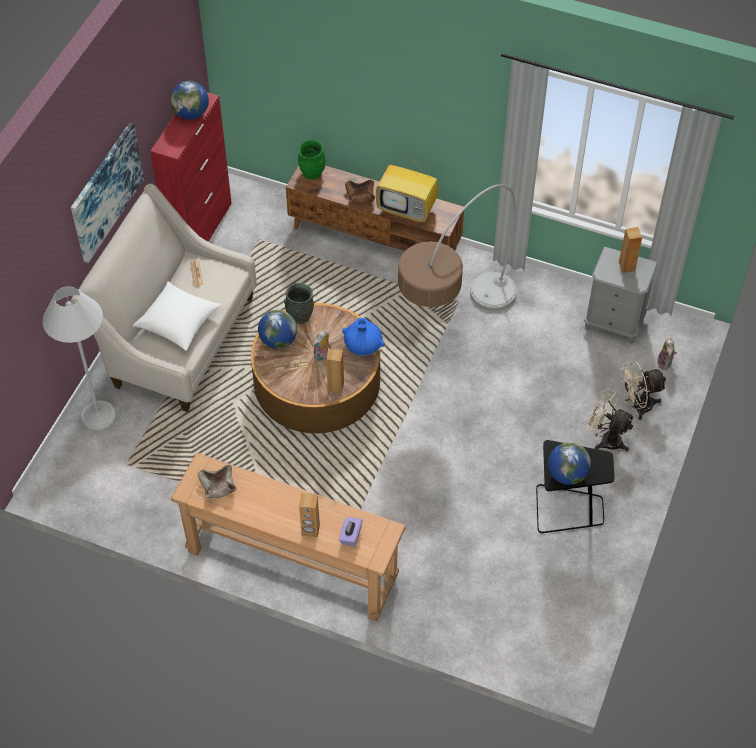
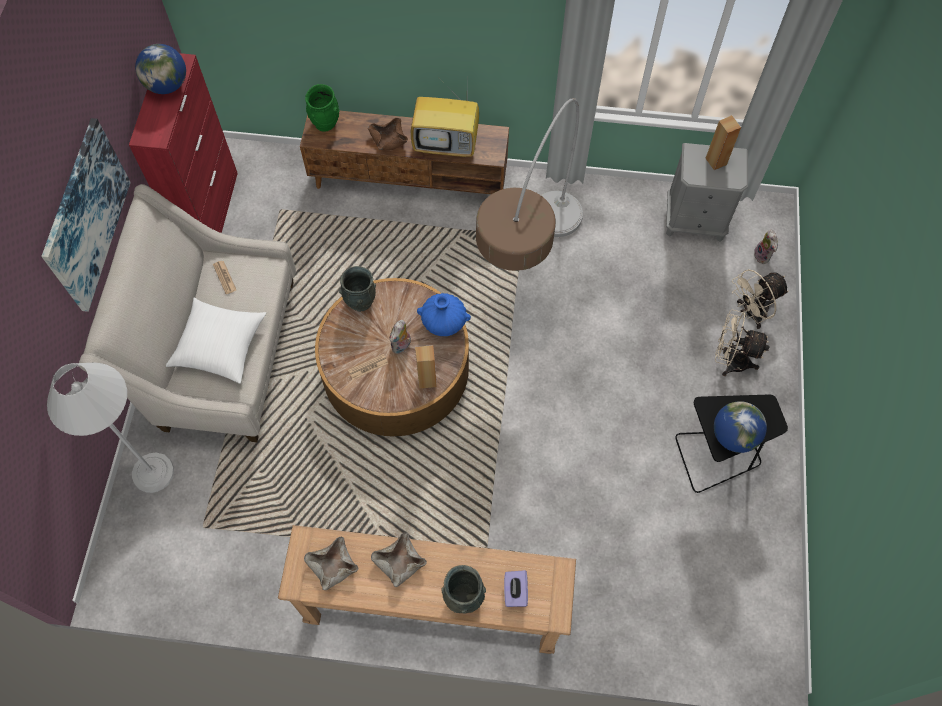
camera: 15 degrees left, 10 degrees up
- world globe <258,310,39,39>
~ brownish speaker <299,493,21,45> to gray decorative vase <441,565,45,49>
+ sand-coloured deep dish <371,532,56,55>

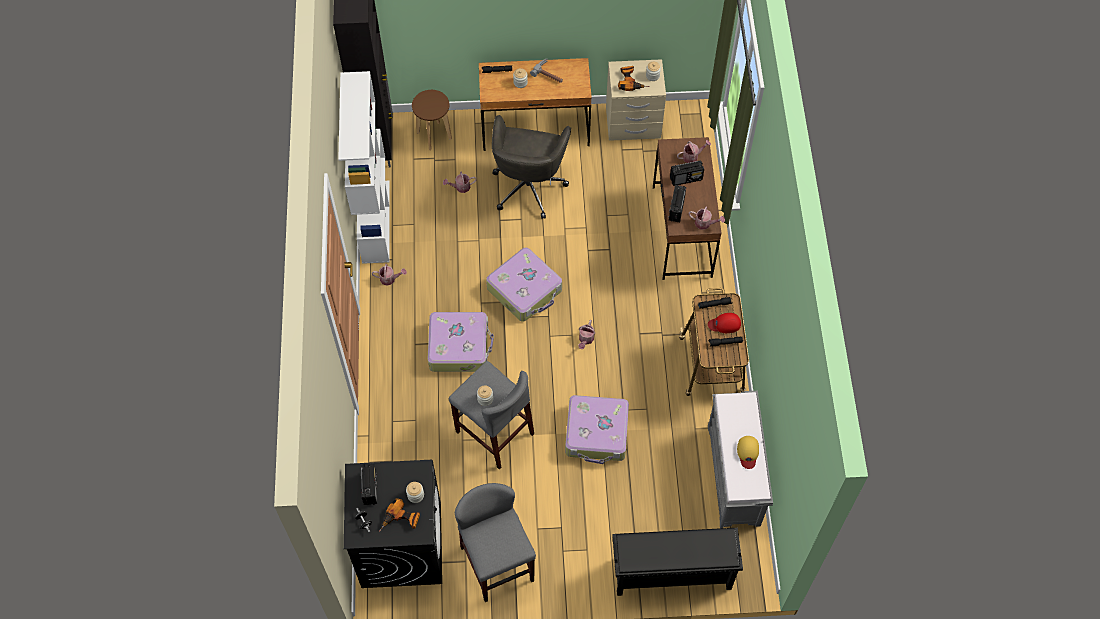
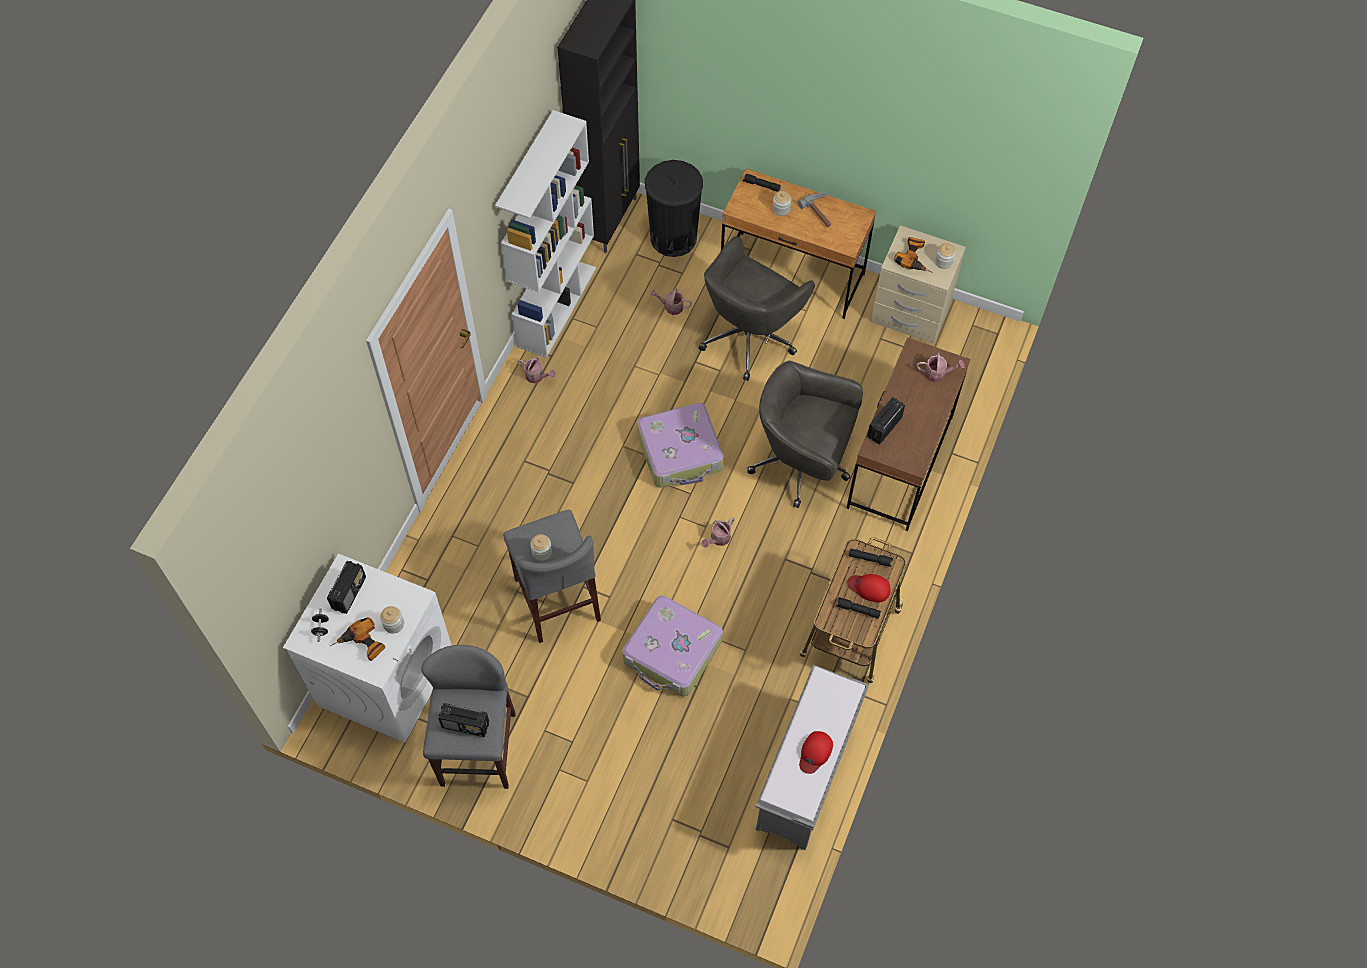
camera: 25 degrees right, 0 degrees up
~ black laundry machine <344,460,98,128> to whitish laundry machine <283,554,169,189>
~ brownish stool seat <412,90,40,60> to black rubbish bin <645,160,58,97>
- travel case <428,312,66,60>
- black shoe shelf <612,528,131,68>
~ radio set <670,161,34,25> to <438,703,51,34>
- watering pot <689,207,36,22>
~ yellow baseball cap <737,436,22,33> to reddish baseball cap <799,731,34,43>
+ gray computer chair <747,361,116,147>

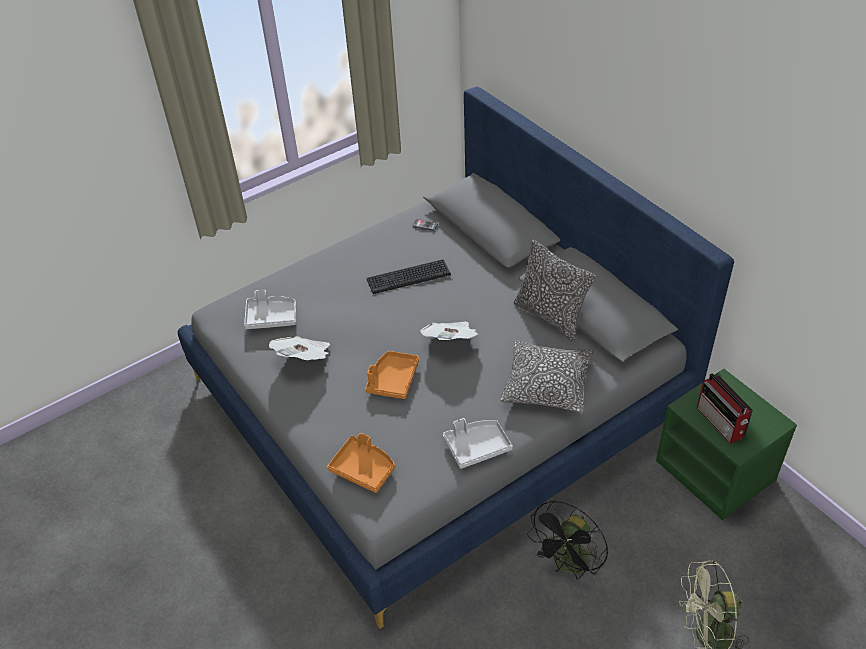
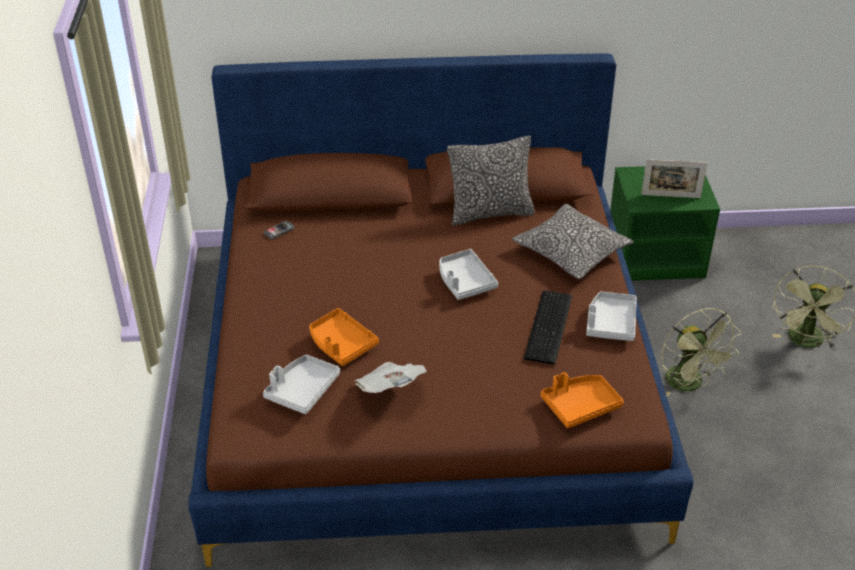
camera: 60 degrees left, 5 degrees down
~ gray bedroom bed <178,87,556,542> to brownish bedroom bed <188,54,506,513>
~ orange-coloured tray <365,351,54,48> to <309,308,70,58>
~ PC keyboard <367,259,84,35> to <524,291,48,74>
~ newspaper <420,321,59,19> to gray tray <439,249,59,51>
~ black fan <527,501,81,78> to green fan <661,308,80,88>
~ radio set <697,373,56,71> to picture frame <641,159,66,39>

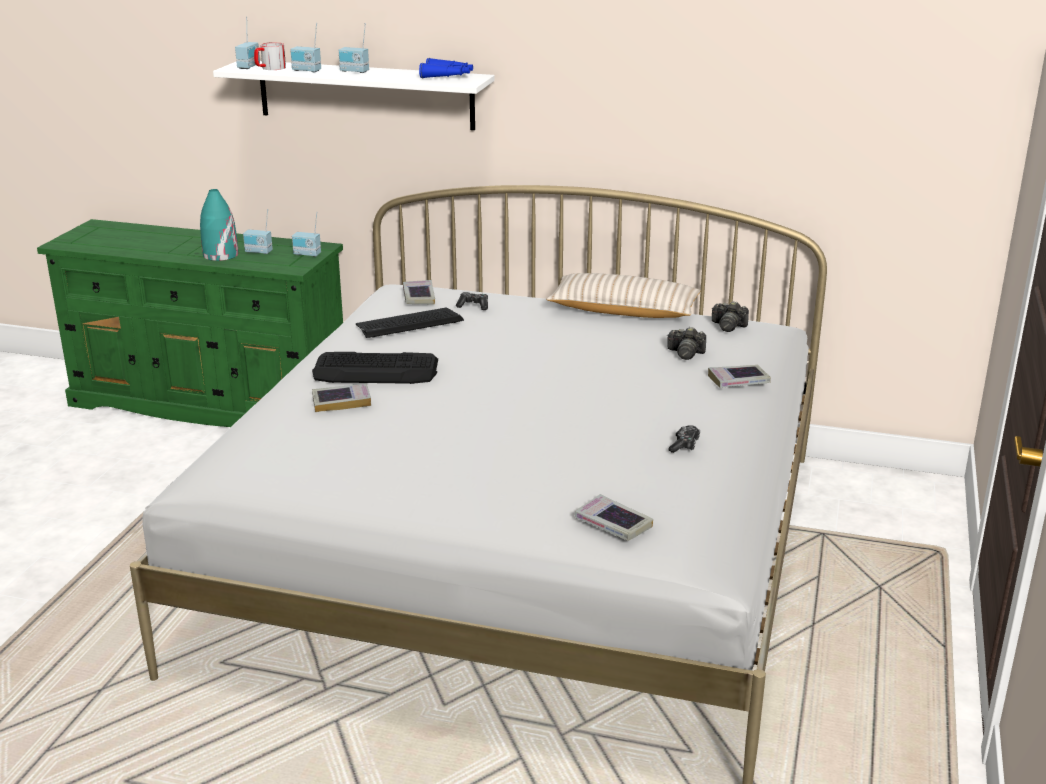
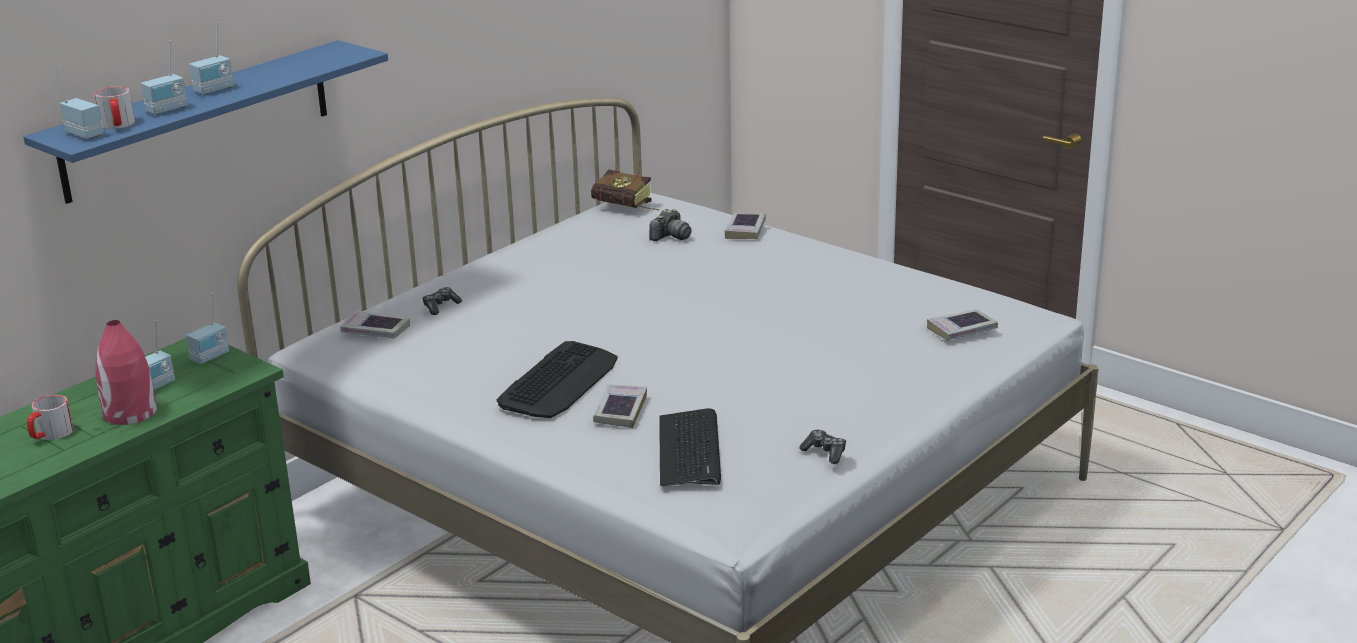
camera: 65 degrees left, 0 degrees up
~ turquoise-coloured decorative vase <200,189,39,72> to reddish decorative vase <96,320,61,105>
~ whitish bracket shelf <213,61,282,69> to blue-coloured bracket shelf <23,40,365,164>
~ PC keyboard <356,307,108,31> to <659,408,62,78>
- blue-coloured field glasses <419,58,54,20>
- sand-coloured pillow <546,273,155,45>
~ joypad <668,425,32,28> to <799,430,47,34>
~ photo camera <711,301,38,31> to book <591,168,69,43>
+ mug <27,395,46,45>

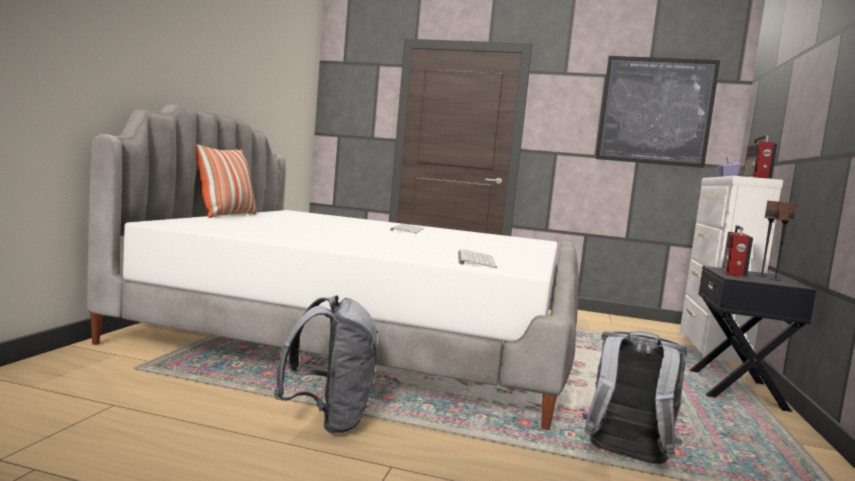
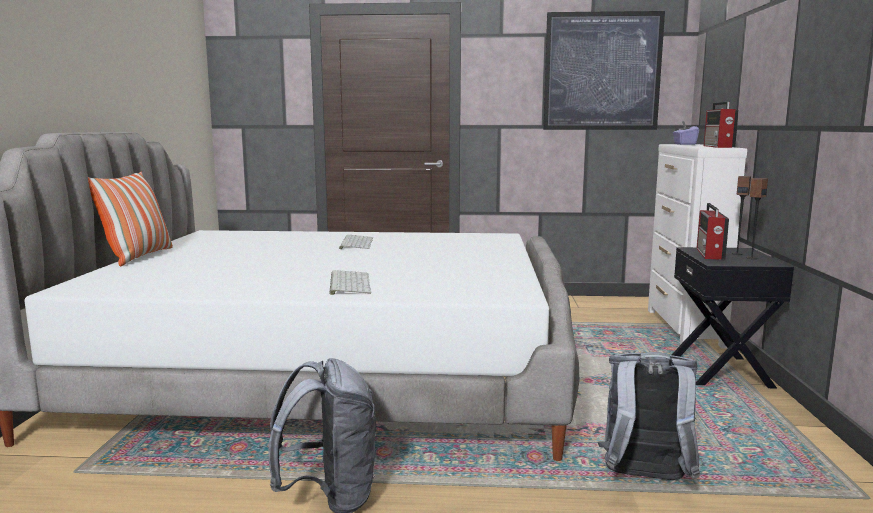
camera: 10 degrees left, 5 degrees up
~ PC keyboard <458,249,39,19> to <329,270,42,25>

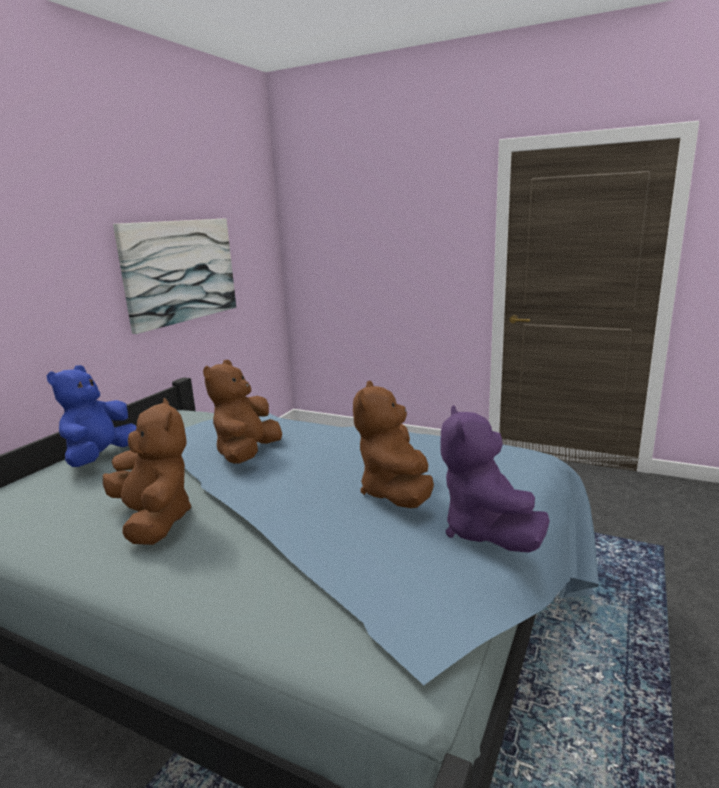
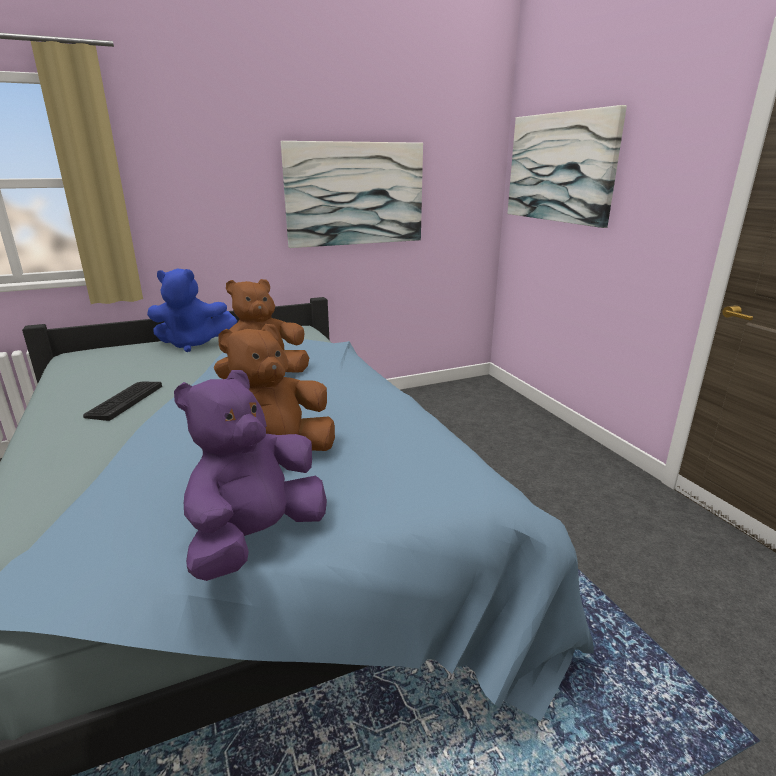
camera: 40 degrees right, 5 degrees up
~ blue-coloured soft toy <47,365,90,102> = <147,269,90,83> 150 degrees counterclockwise
~ brownish soft toy <103,398,88,147> to PC keyboard <83,382,79,39>
+ picture <507,105,120,123>

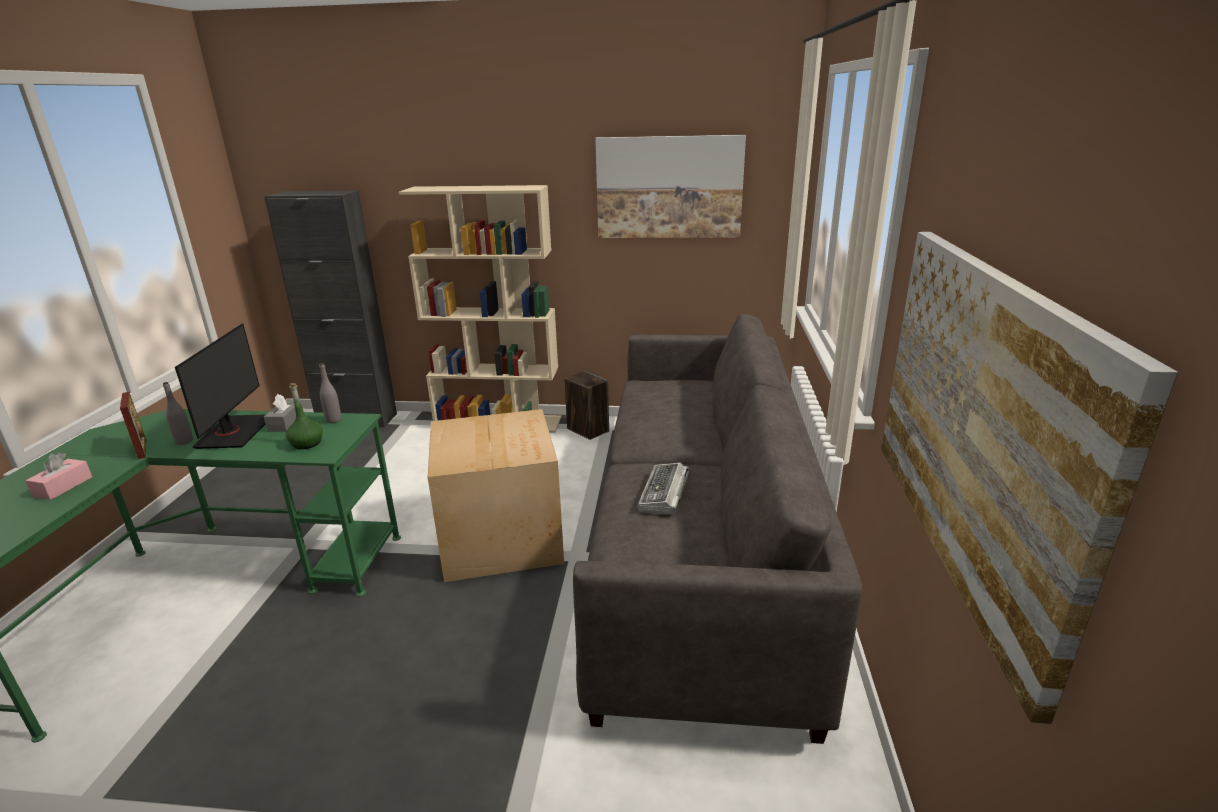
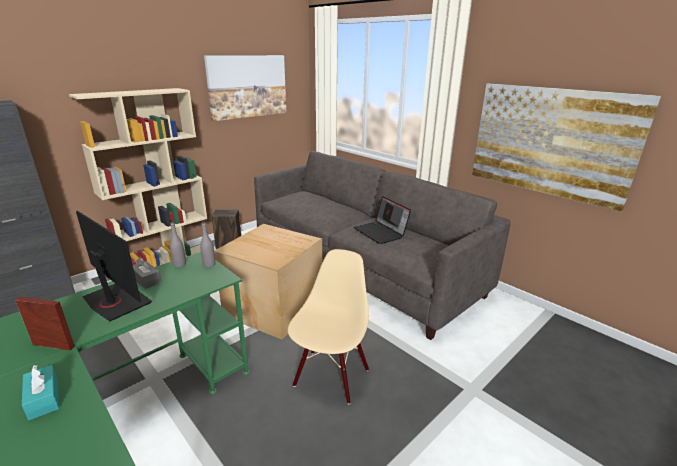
camera: 50 degrees left, 0 degrees up
~ pinkish tissue box <25,453,67,47> to turquoise-coloured tissue box <22,364,37,56>
~ gray beverage bottle <163,382,30,63> to <200,222,15,46>
- green beverage bottle <286,383,37,66>
~ PC keyboard <637,462,52,53> to notebook computer <354,196,57,48>
+ sand-coloured upright chair <288,249,81,155>

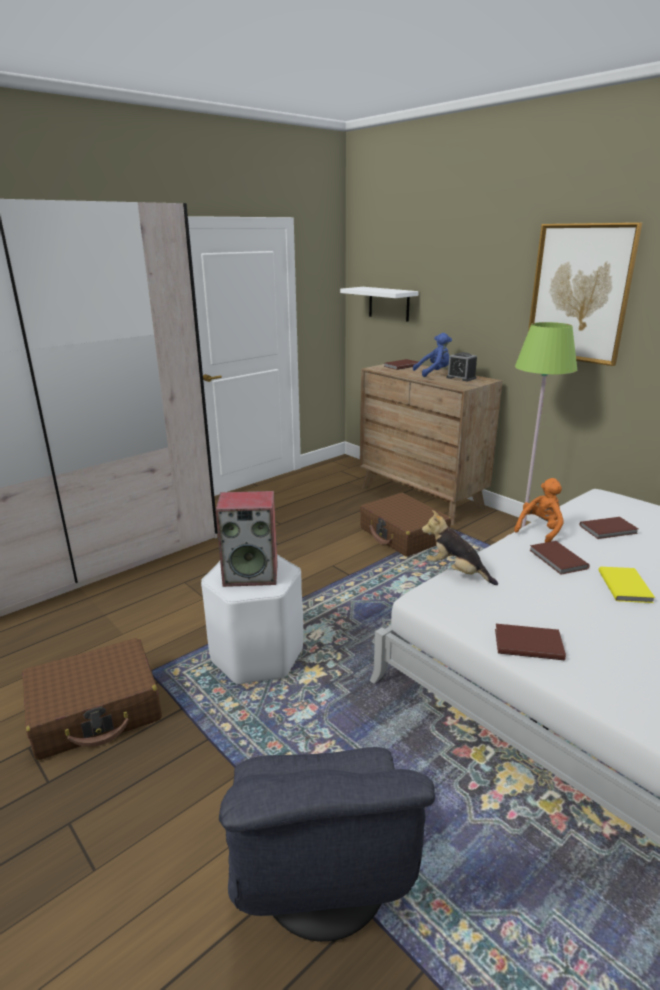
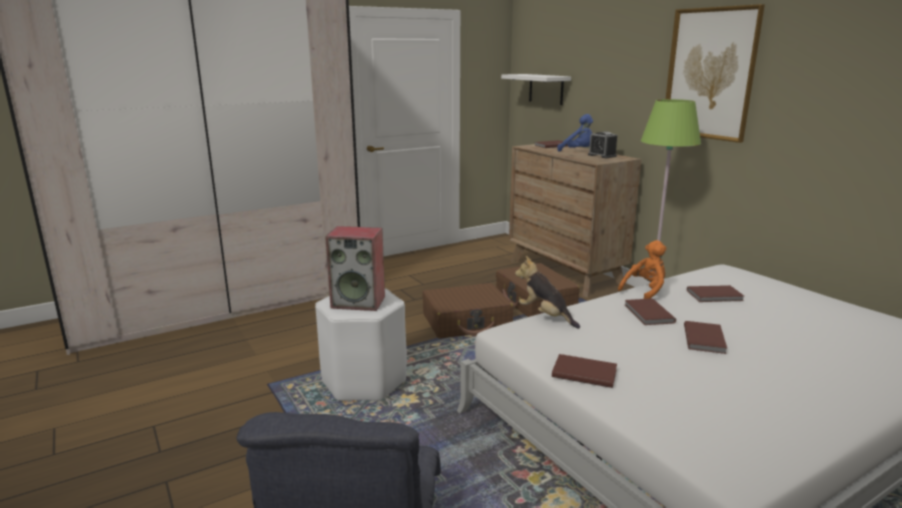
camera: 10 degrees right, 5 degrees down
~ brownish travel case <22,638,140,122> to <422,283,91,56>
~ blue-coloured soft toy <413,333,39,44> = <557,114,36,38> 45 degrees clockwise
~ yellow book <599,567,56,36> to brownish book <684,321,43,33>

